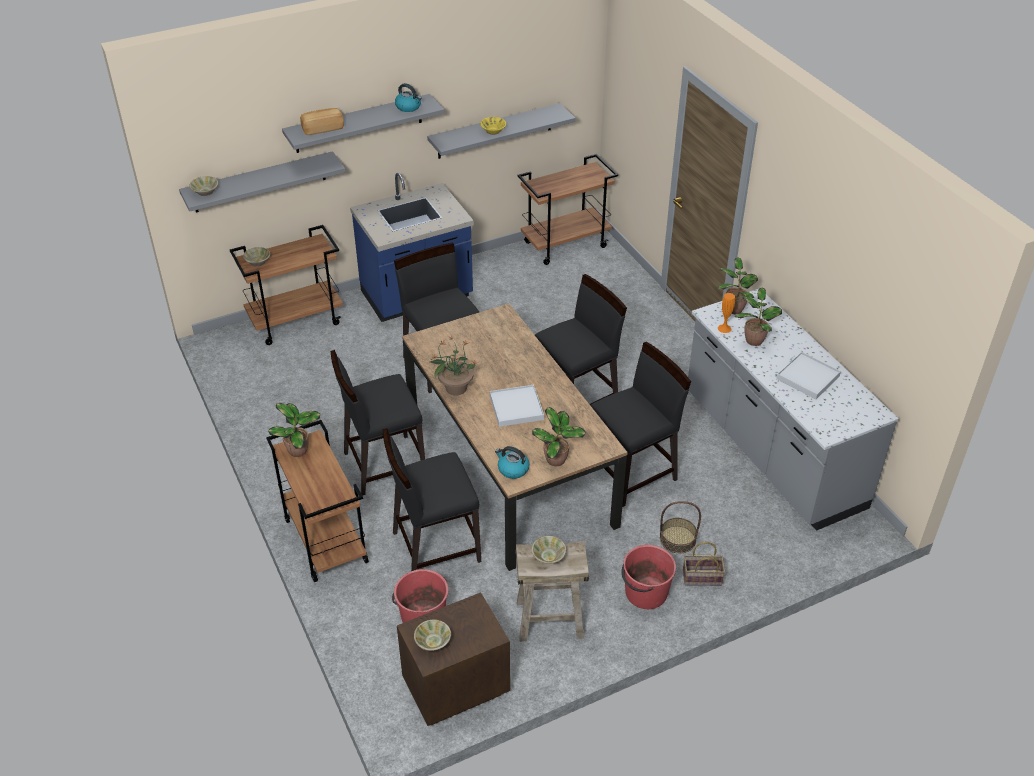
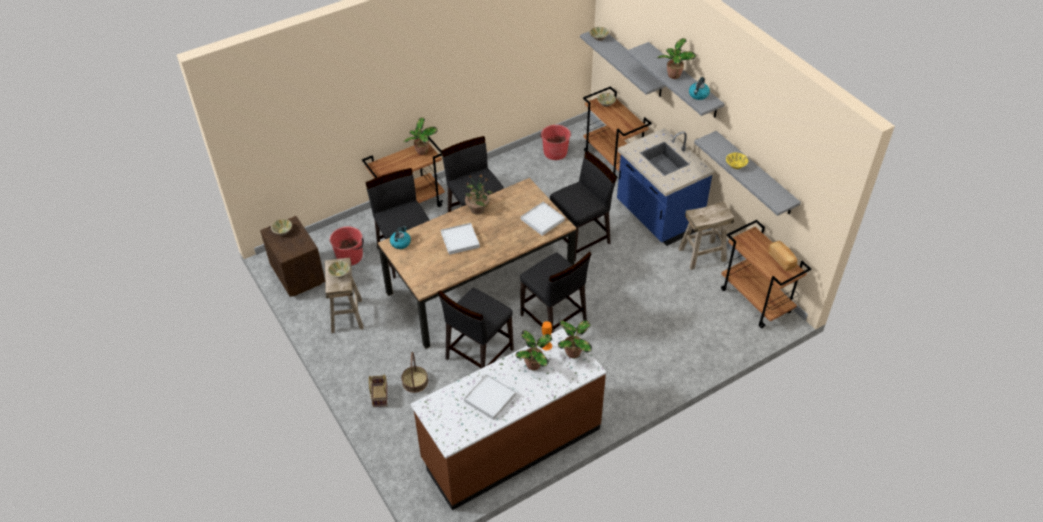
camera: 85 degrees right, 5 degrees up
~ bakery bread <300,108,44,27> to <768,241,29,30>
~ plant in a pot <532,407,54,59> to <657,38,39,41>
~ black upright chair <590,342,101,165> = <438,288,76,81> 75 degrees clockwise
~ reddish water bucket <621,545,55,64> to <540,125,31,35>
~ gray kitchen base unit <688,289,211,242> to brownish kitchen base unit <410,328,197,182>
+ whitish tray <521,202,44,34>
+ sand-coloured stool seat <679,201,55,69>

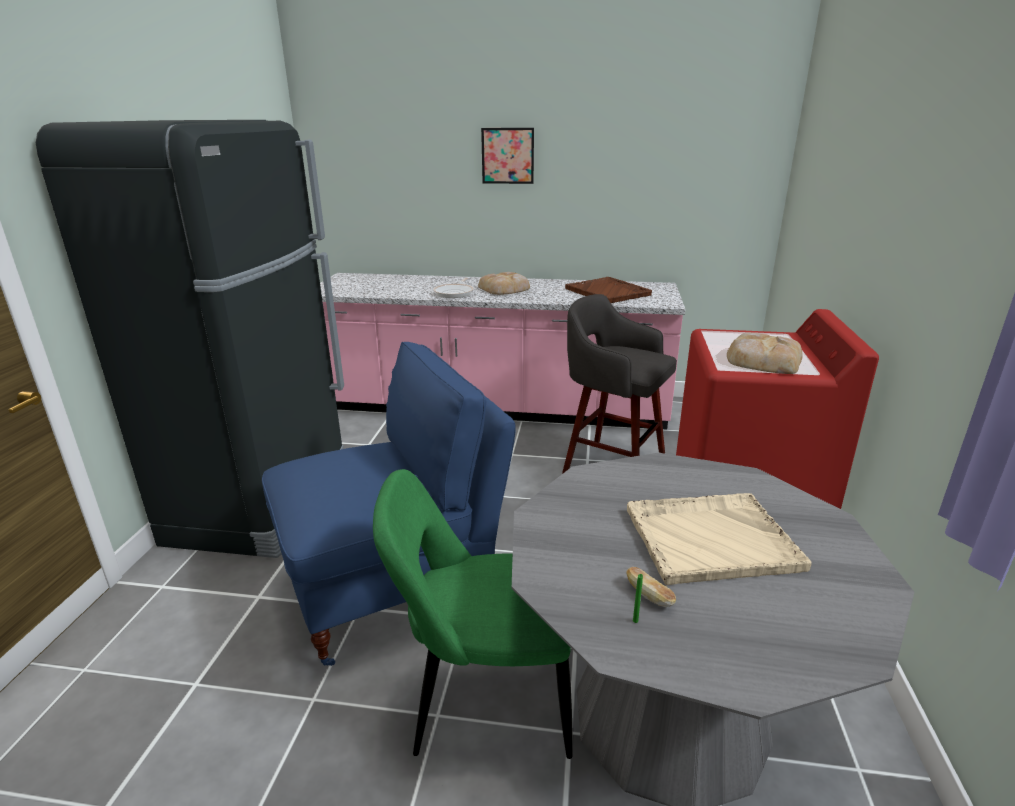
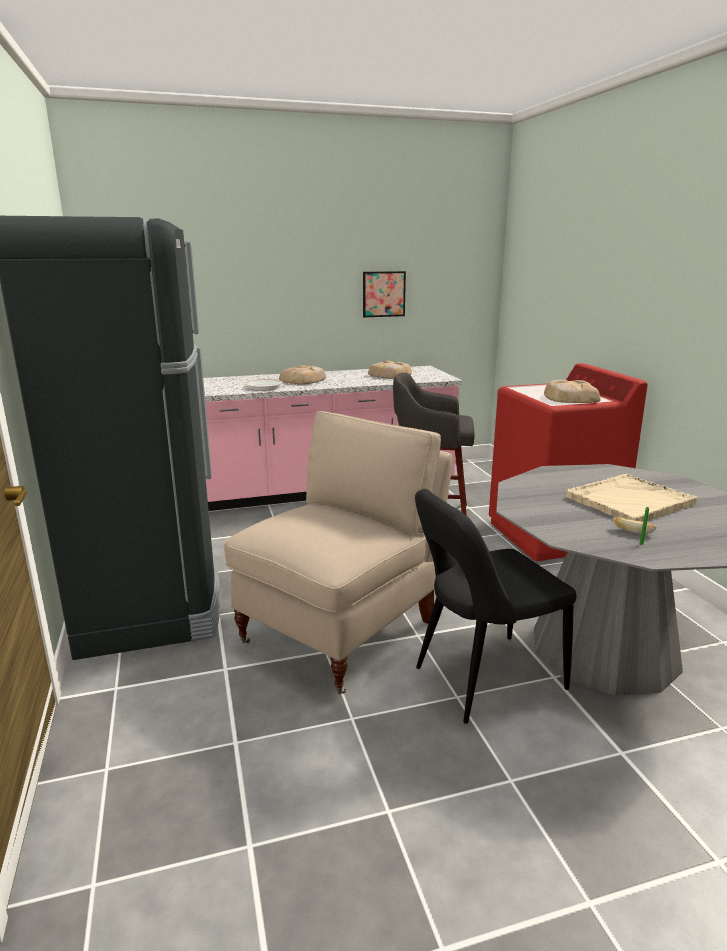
camera: 25 degrees left, 5 degrees down
~ blue-coloured upright chair <262,342,254,324> to sand-coloured upright chair <224,411,228,283>
~ green upright chair <373,469,200,290> to black upright chair <415,489,161,235>
~ picture <481,128,53,56> to <363,271,43,46>
~ brownish tray <565,277,87,26> to bakery bread <368,361,44,18>

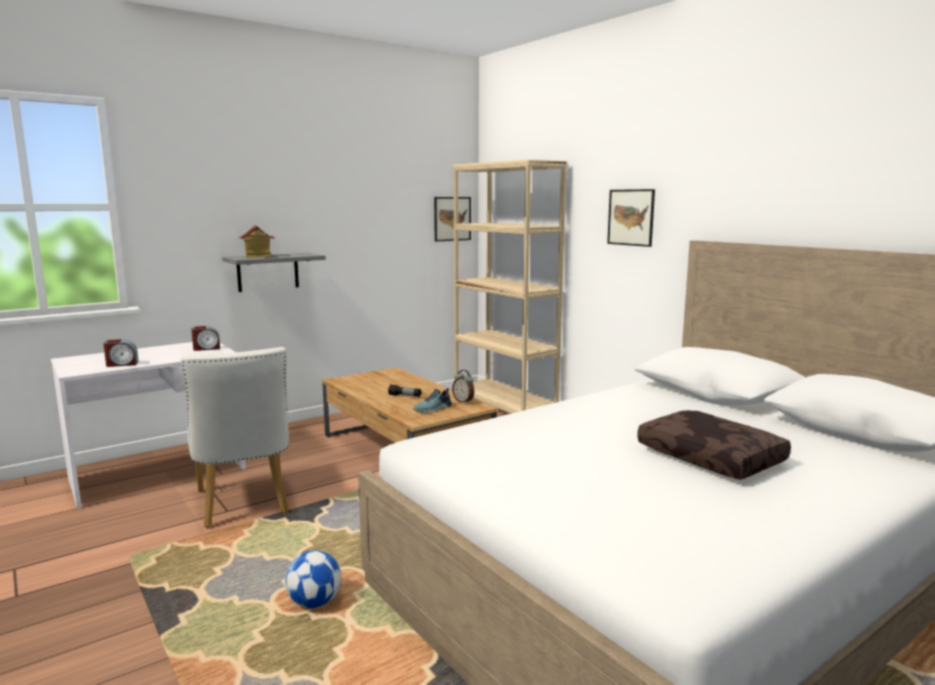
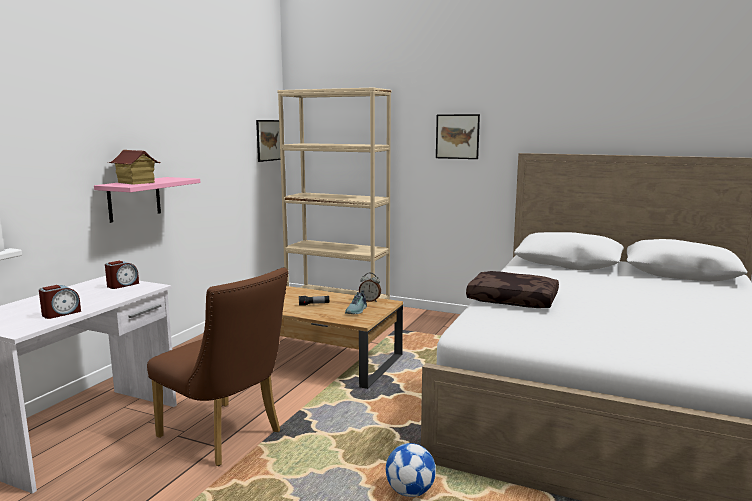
camera: 30 degrees left, 0 degrees up
~ whitish upright chair <181,347,108,180> to brownish upright chair <147,267,142,199>
~ gray bracket shelf <222,253,104,39> to pinkish bracket shelf <94,177,106,46>
~ brownish pillow <637,410,154,70> to <466,271,93,37>

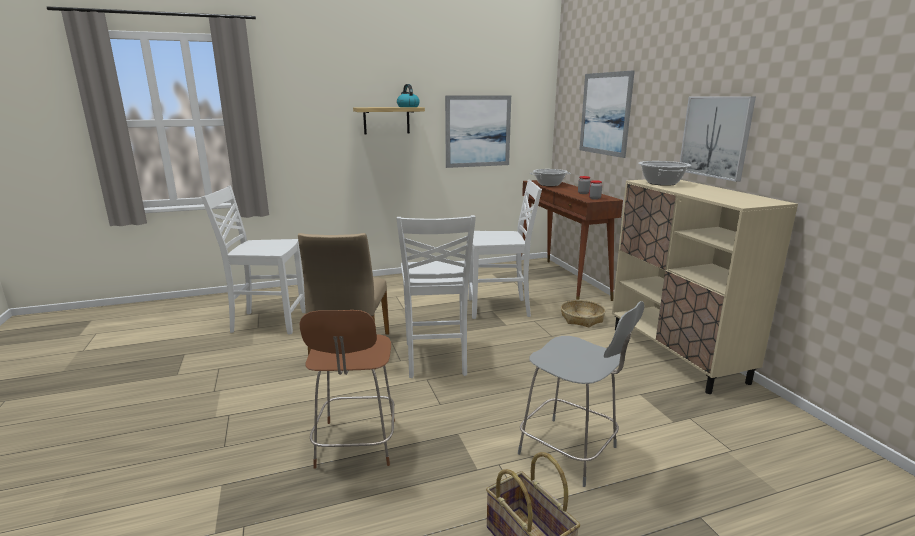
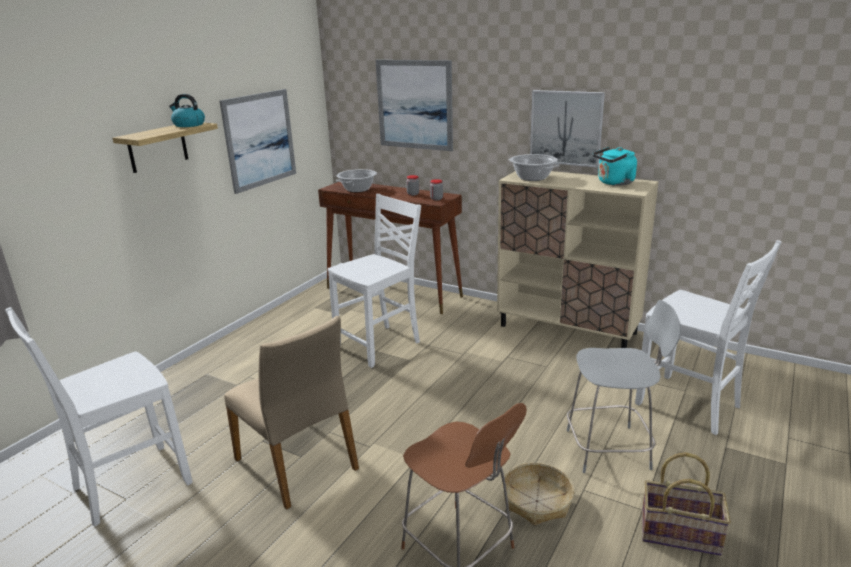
camera: 40 degrees left, 5 degrees up
~ whitish upright chair <396,215,80,163> to <635,240,147,195>
~ household basket <561,300,44,27> to <502,463,72,62>
+ turquoise-coloured kettle <593,147,44,39>

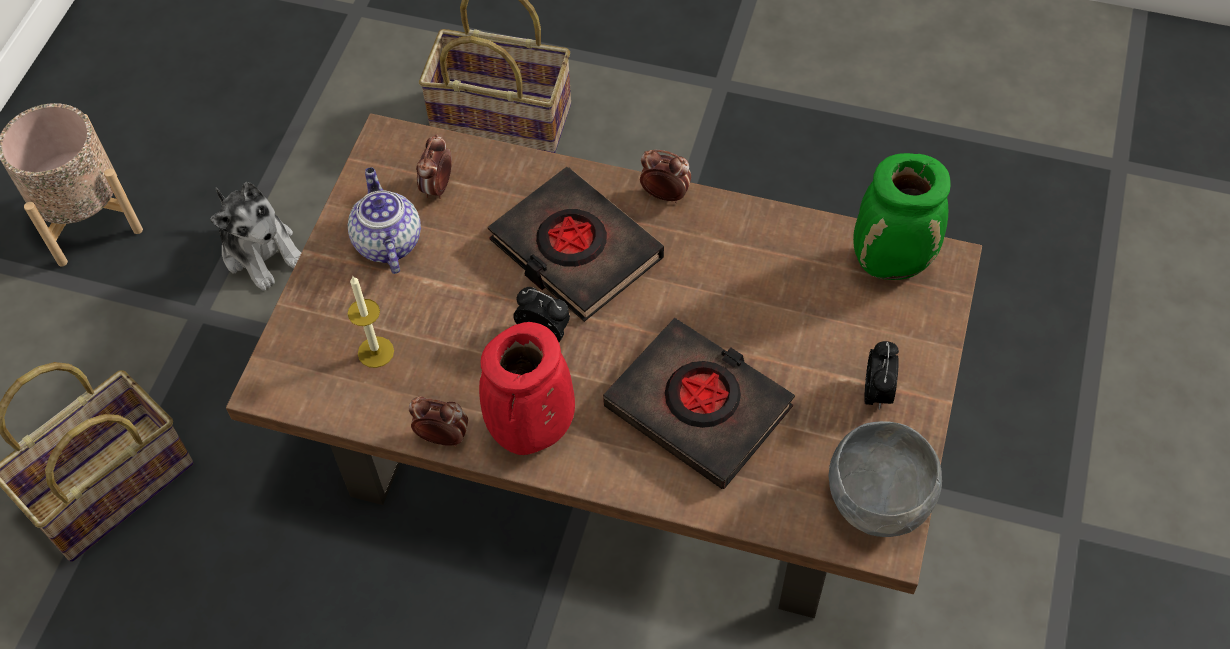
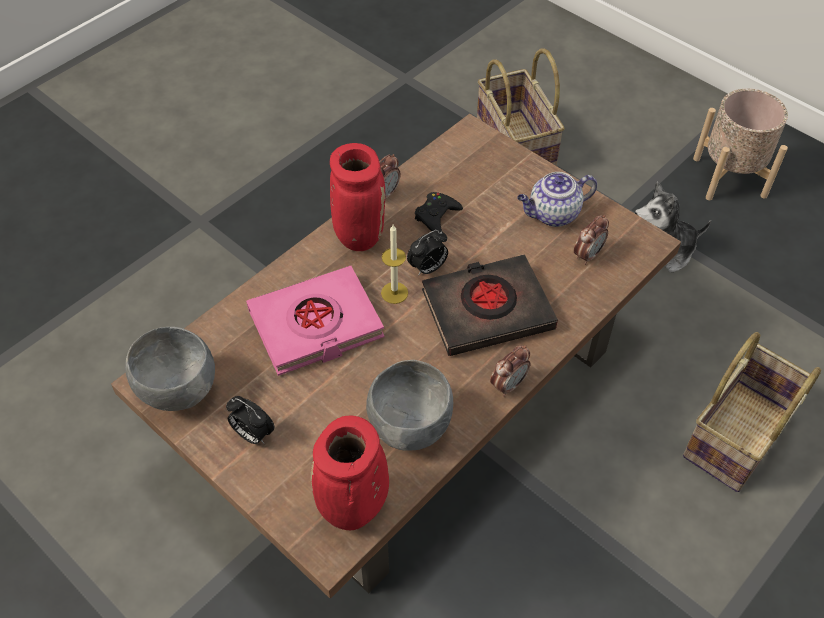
camera: 115 degrees right, 5 degrees down
~ pot for tea <348,167,73,107> = <517,172,80,55> 150 degrees clockwise
~ candle <348,275,46,93> to <381,225,27,79>
~ bedside clock <416,134,36,65> = <574,215,35,50> 90 degrees clockwise
~ black book <603,318,192,171> to pinkish book <246,266,139,110>
~ green decorative vase <853,153,98,127> to reddish decorative vase <311,416,78,114>
+ gray deep dish <366,360,87,91>
+ black joypad <415,192,48,39>

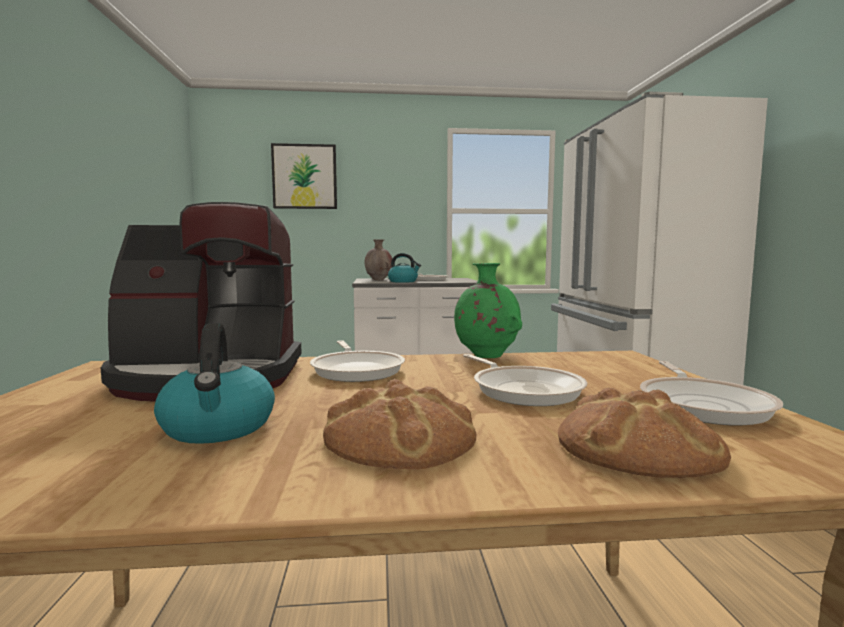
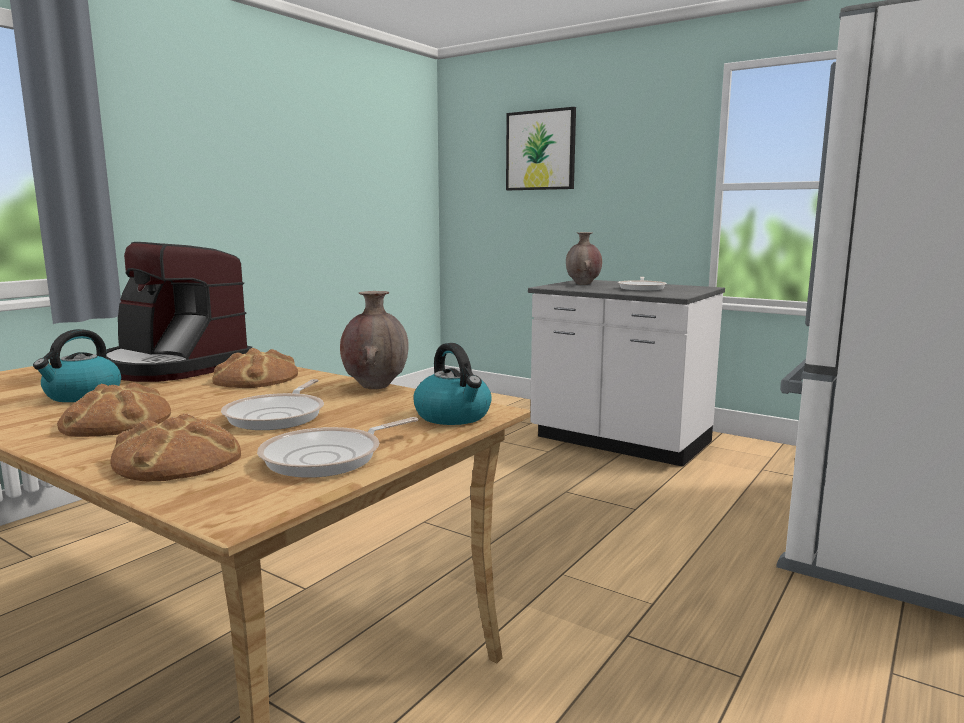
camera: 40 degrees right, 5 degrees up
~ frying pan <310,340,95,42> to bakery bread <212,348,86,40>
~ kettle <388,253,33,30> to <413,343,79,82>
~ green decorative vase <454,263,68,95> to brownish decorative vase <340,291,69,98>

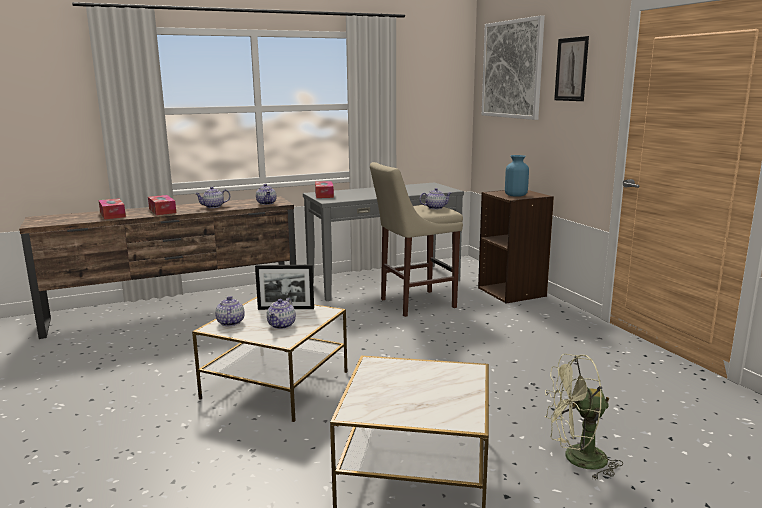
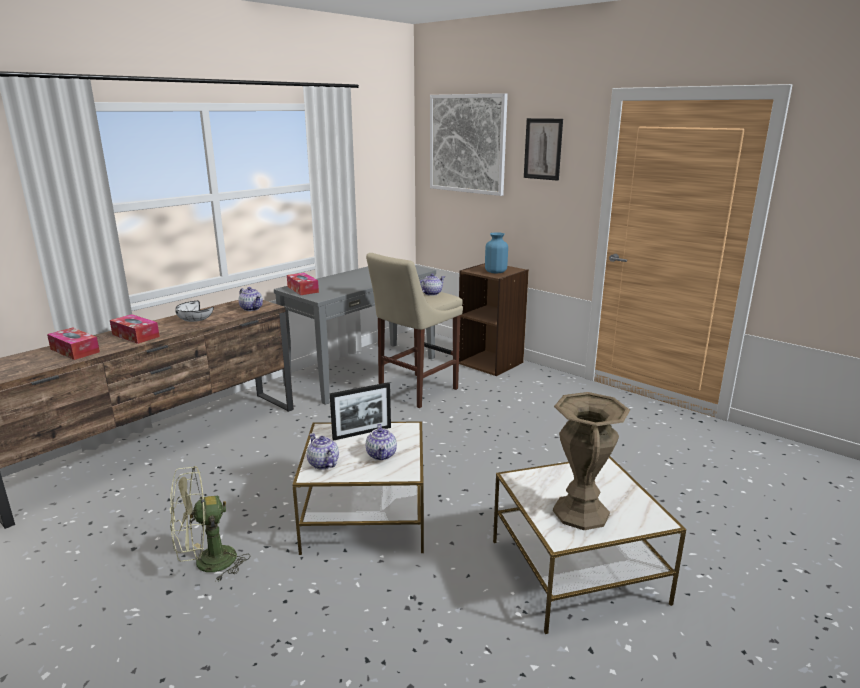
camera: 25 degrees left, 5 degrees up
~ pot for tea <195,187,35,21> to whitish deep dish <175,301,39,21>
~ green fan <545,354,78,126> to <170,466,80,115>
+ brownish decorative vase <553,392,77,138>

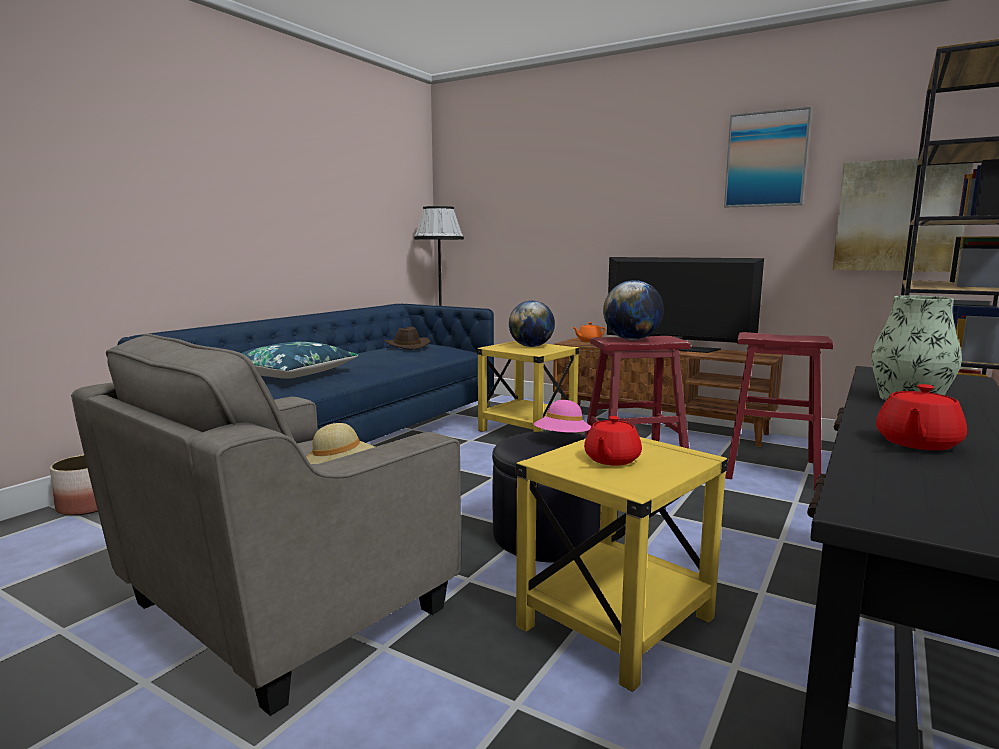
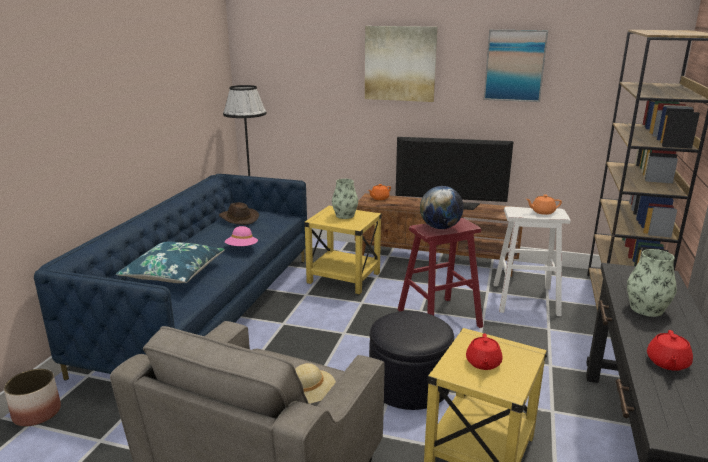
camera: 15 degrees left, 10 degrees up
~ world globe <509,301,46,46> to decorative vase <332,179,26,40>
~ pinkish hat <534,400,57,34> to <225,226,33,20>
~ reddish stool seat <725,332,108,158> to whitish stool seat <494,206,76,110>
~ picture <833,158,141,114> to <365,26,73,76>
+ orange-coloured pot for tea <526,194,36,21>

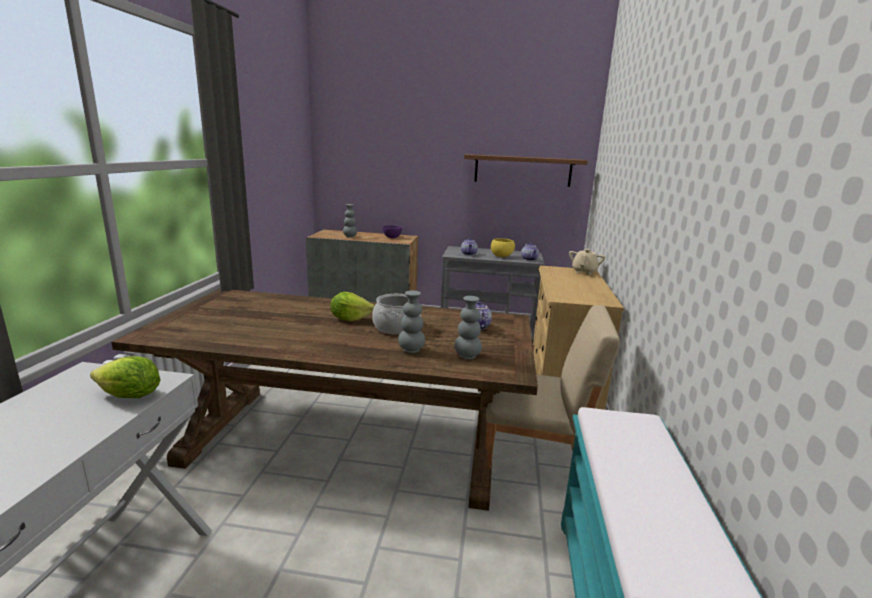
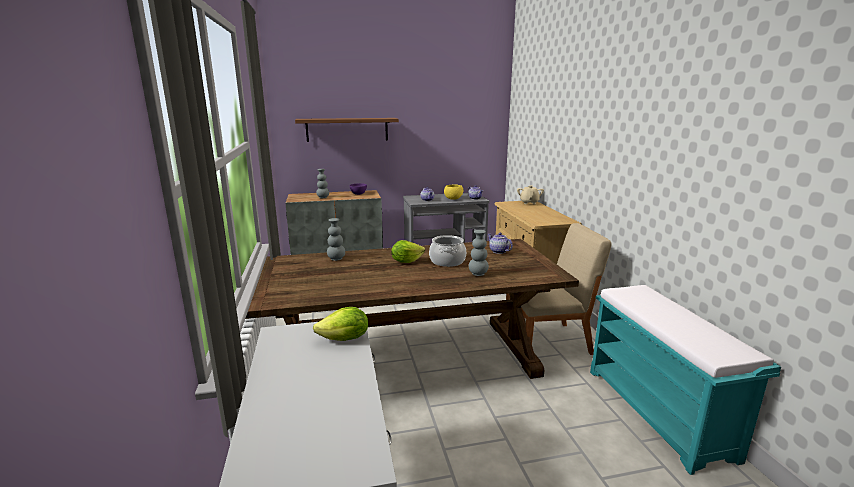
camera: 20 degrees left, 0 degrees up
~ gray decorative vase <454,296,28,63> to <327,218,18,43>
~ bracket shelf <464,154,124,33> to <295,118,104,24>

